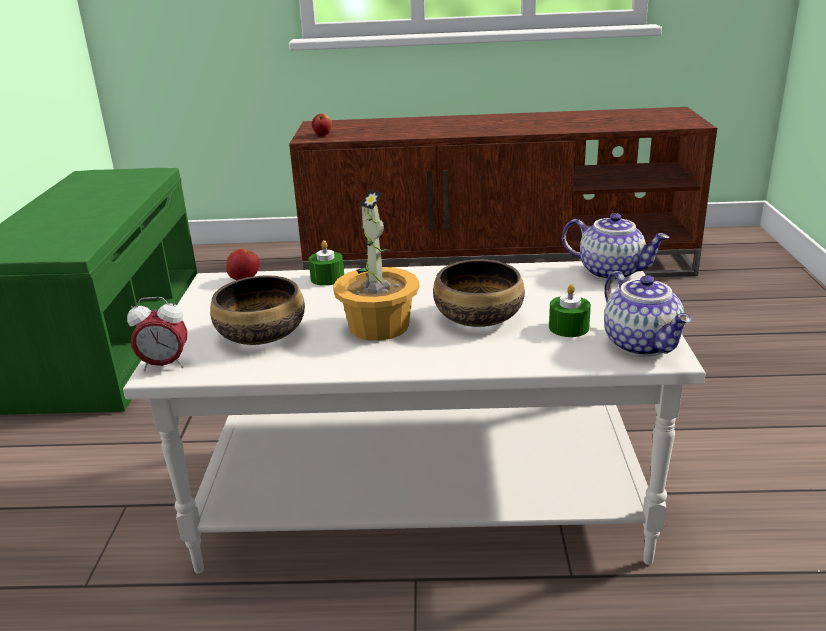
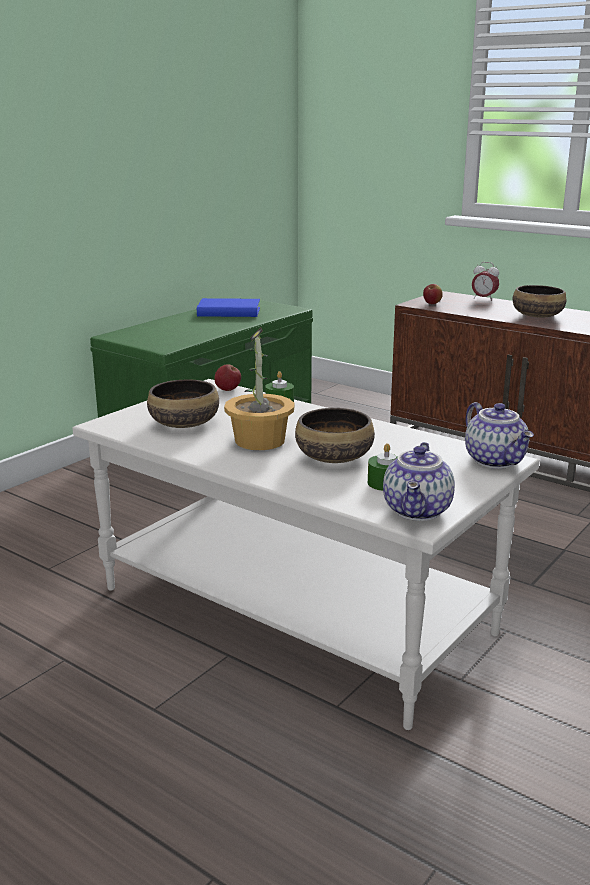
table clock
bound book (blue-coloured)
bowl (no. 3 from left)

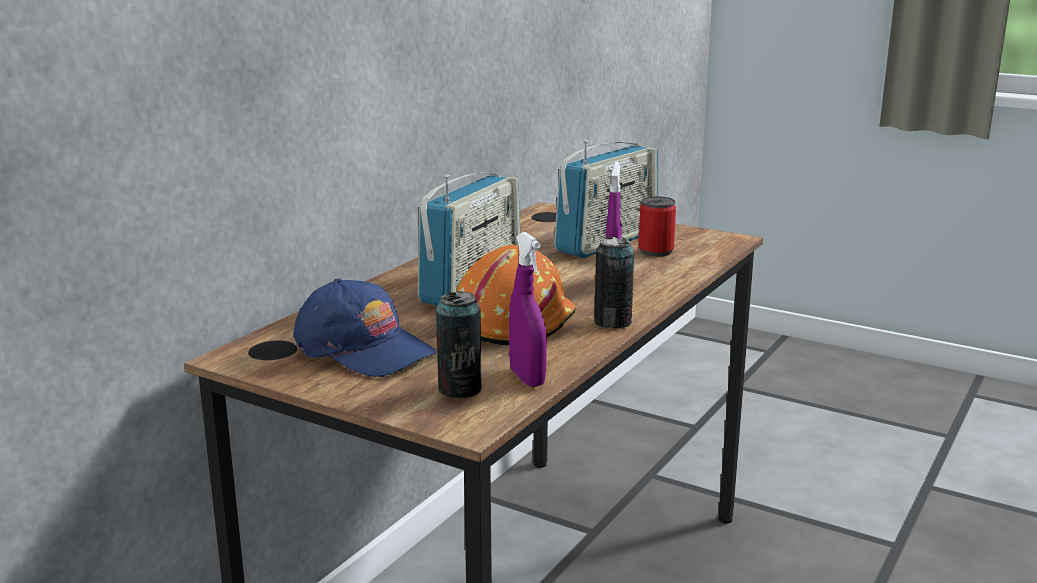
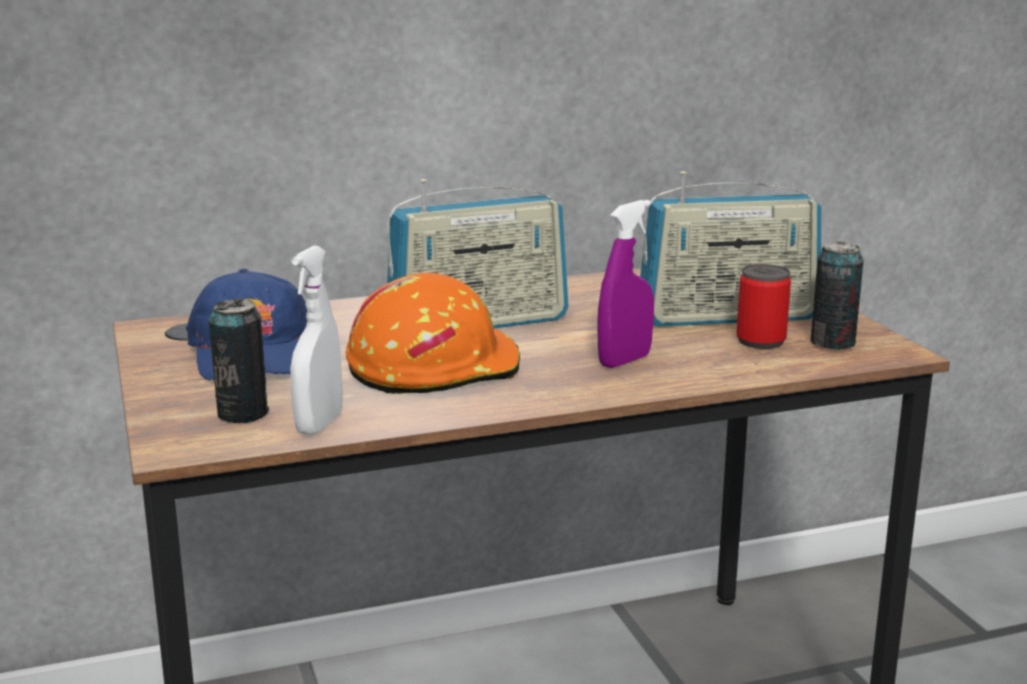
sprayer (white)
metal can (no. 3 from left)

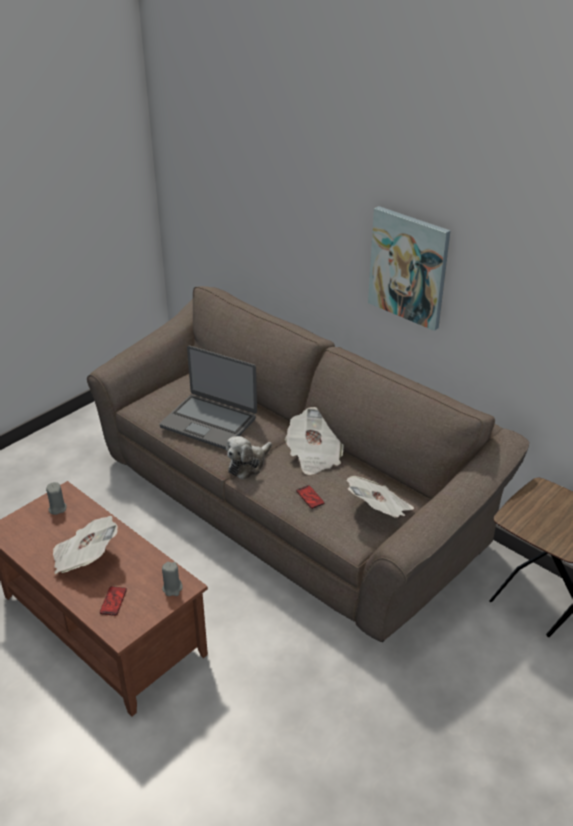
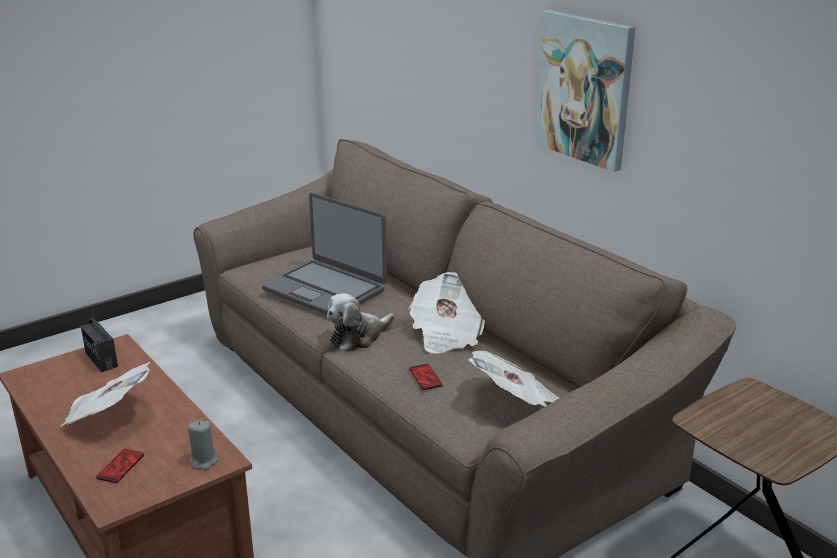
radio receiver

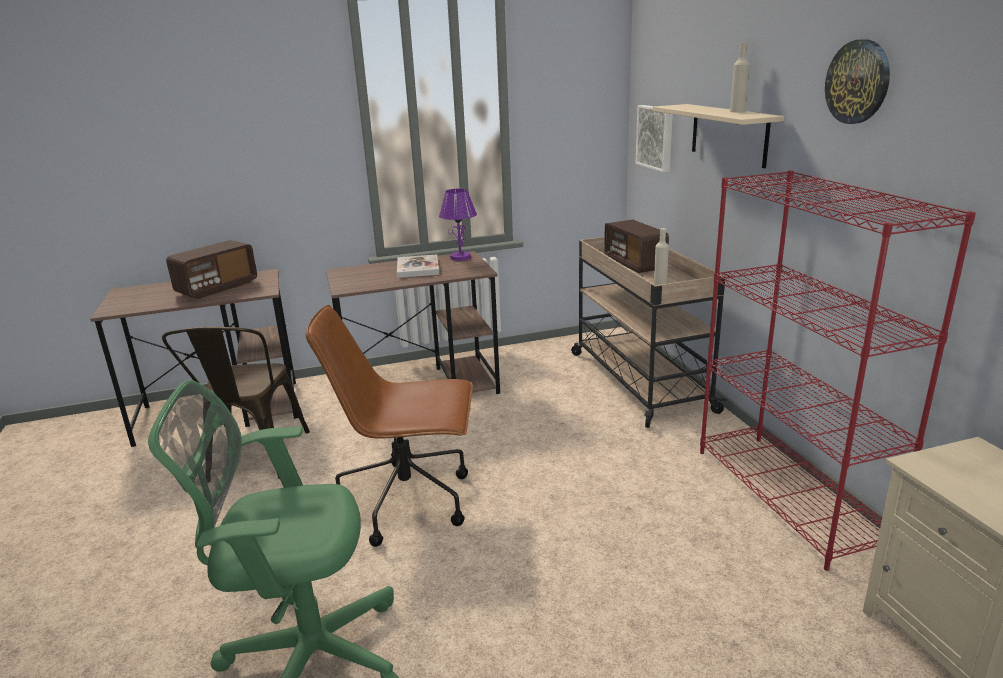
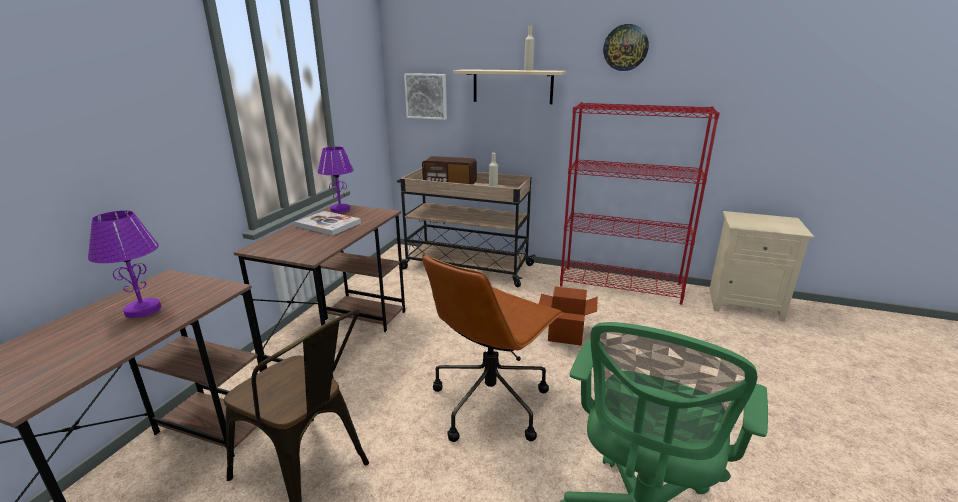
lamp for a table (purple-coloured) (no. 1 from left)
cardboard box

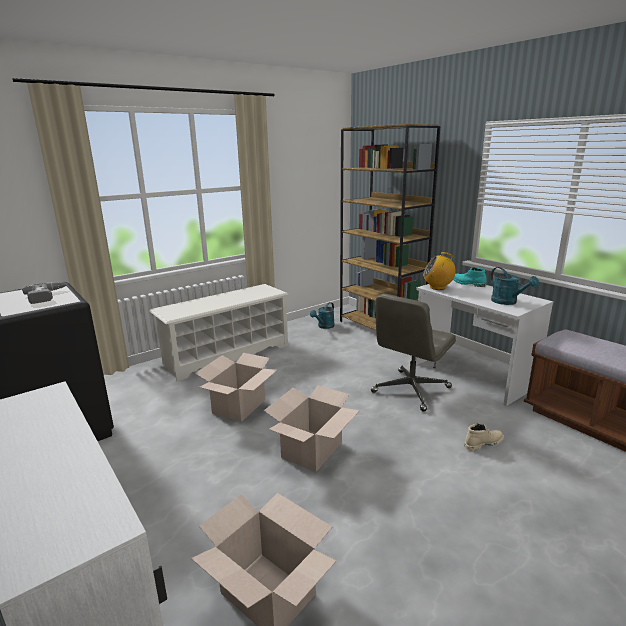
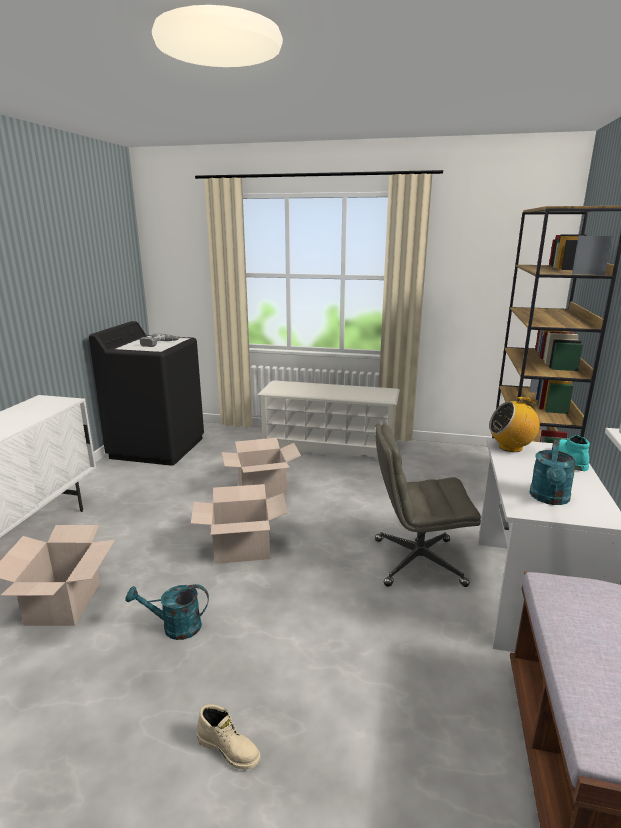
watering pot (turquoise) (no. 1 from left)
radio receiver
boot (beige-coloured)

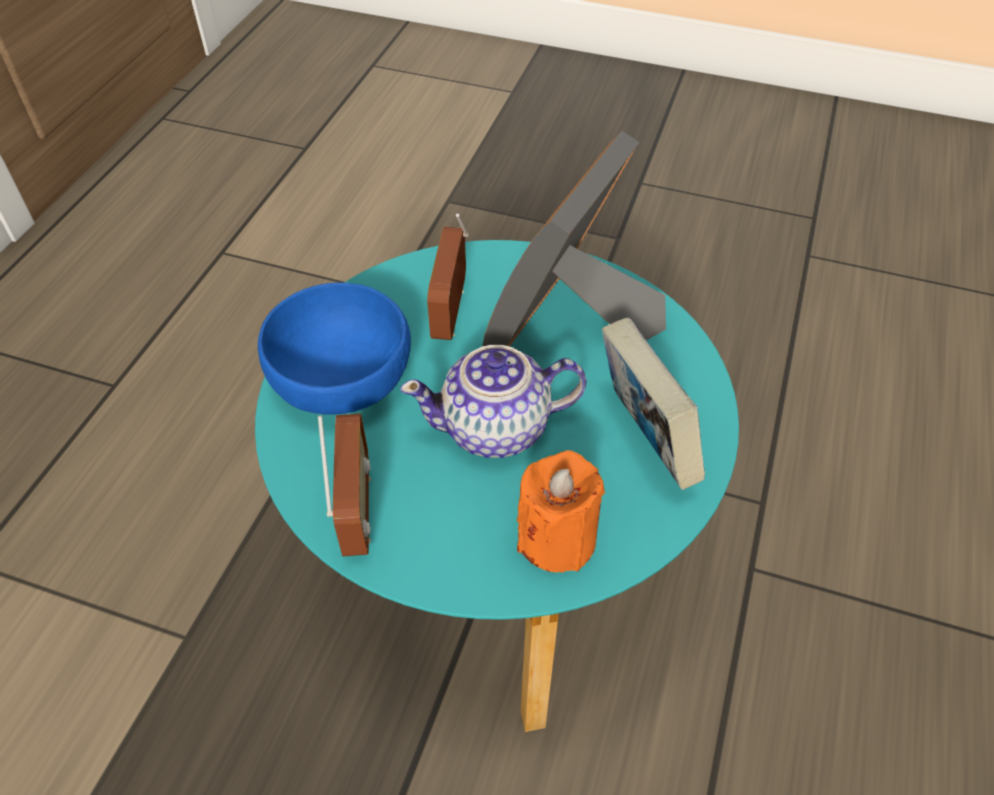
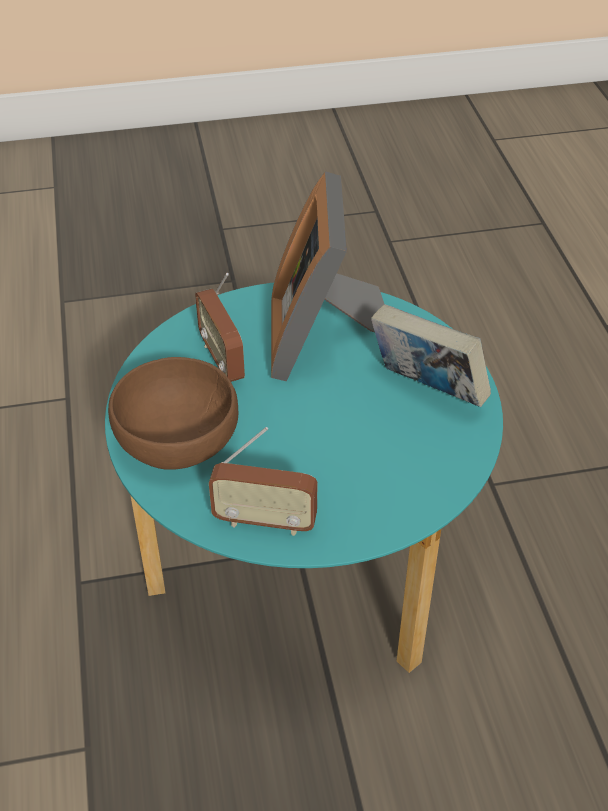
bowl (brownish)
radio receiver (no. 2 from left)
pot for tea
wax candle (orangey)

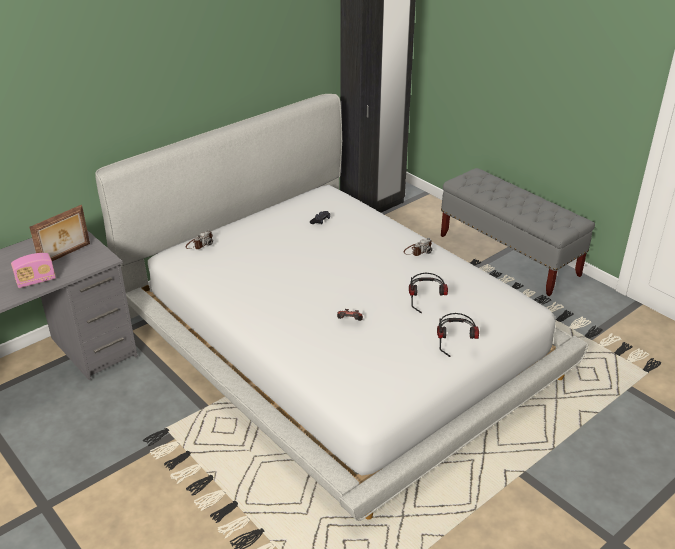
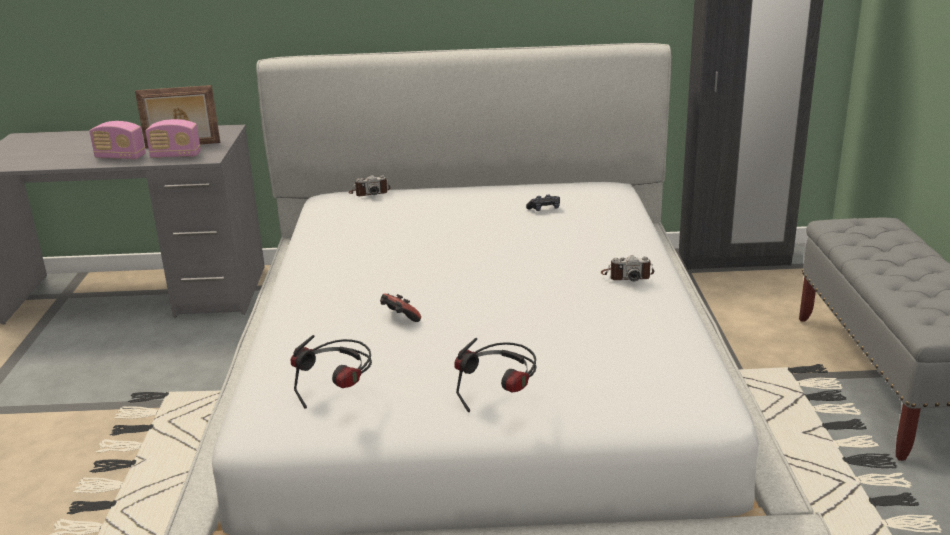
pair of headphones (no. 1 from left)
radio receiver (no. 2 from left)

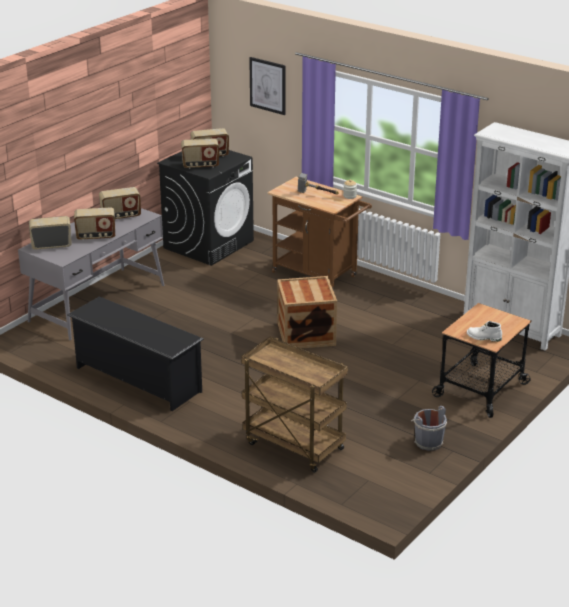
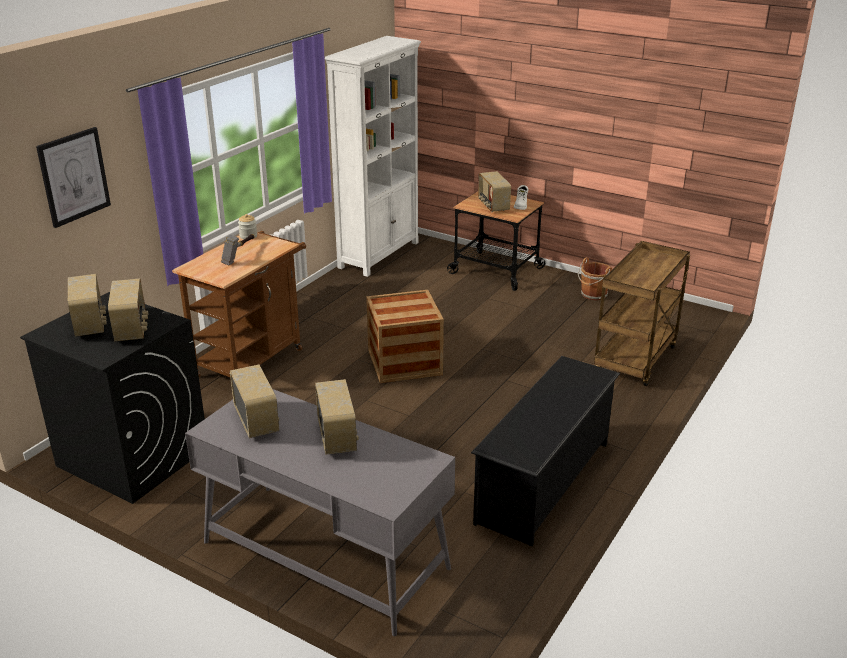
radio receiver (no. 5 from left)
water bucket (brownish)

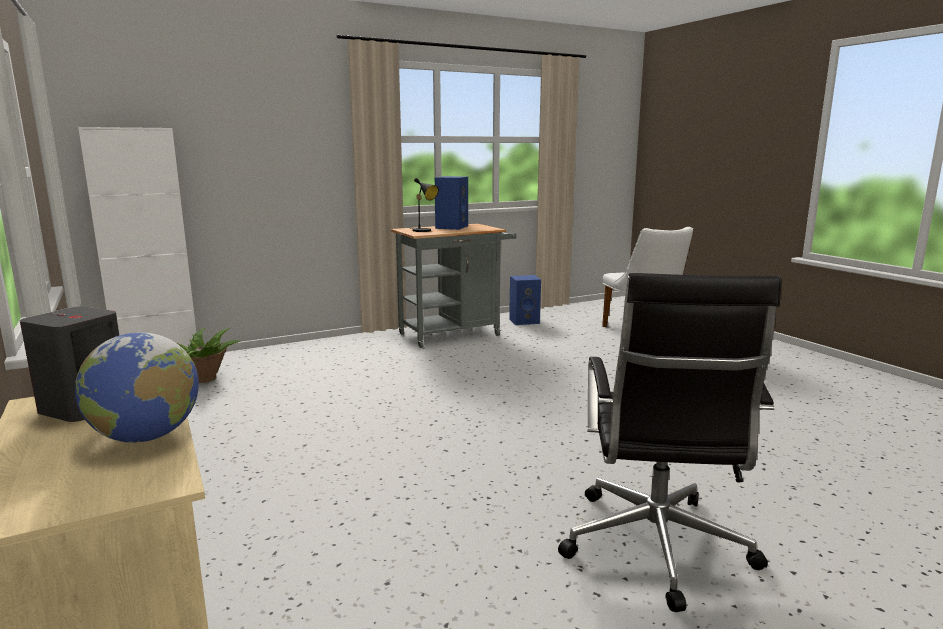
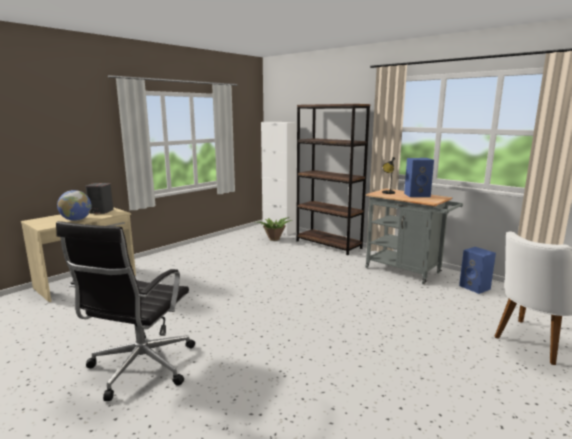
desk chair (black)
bookcase (brownish)

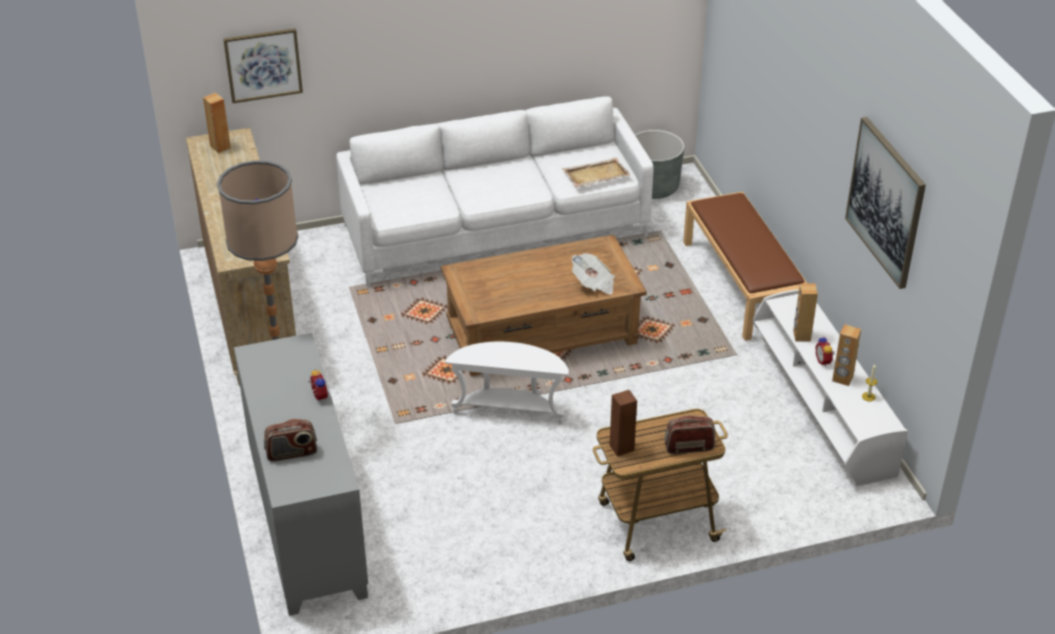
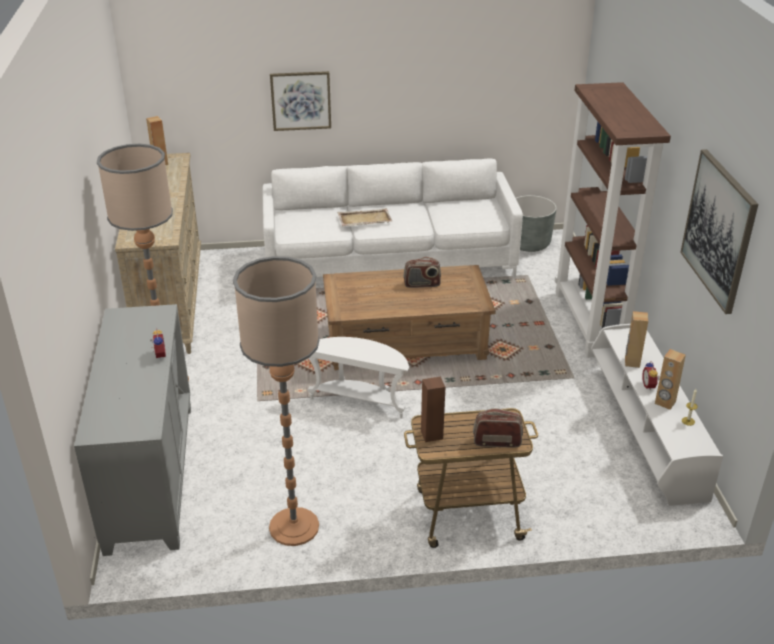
wall art (no. 1 from left)
radio receiver (no. 1 from left)
carrying tray (beige-coloured)
daily paper
bookcase (brownish)
standard lamp (no. 2 from left)

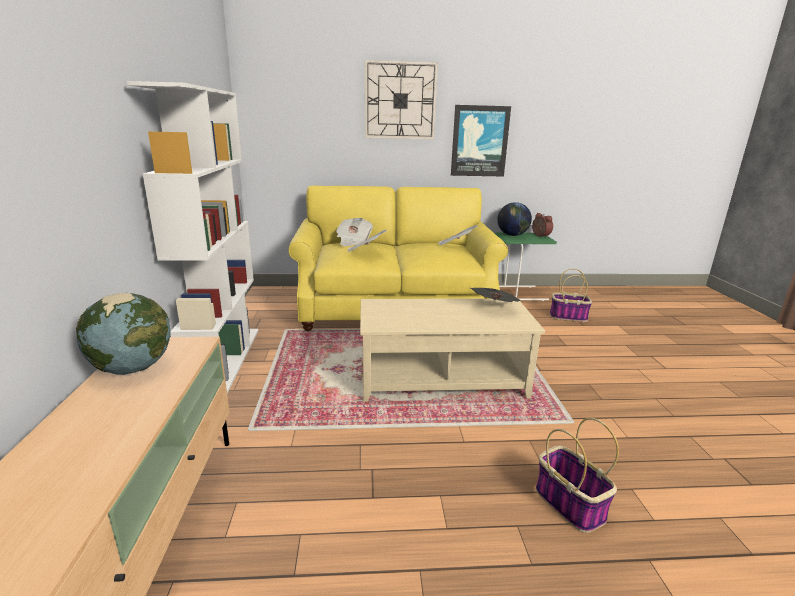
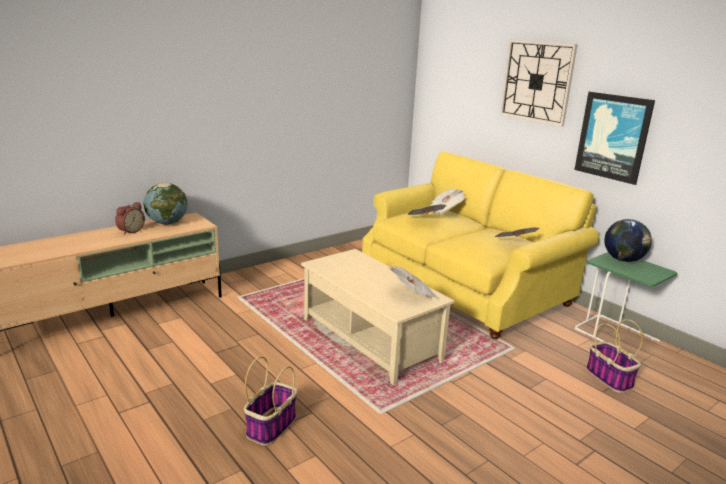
bookcase (white)
table clock

